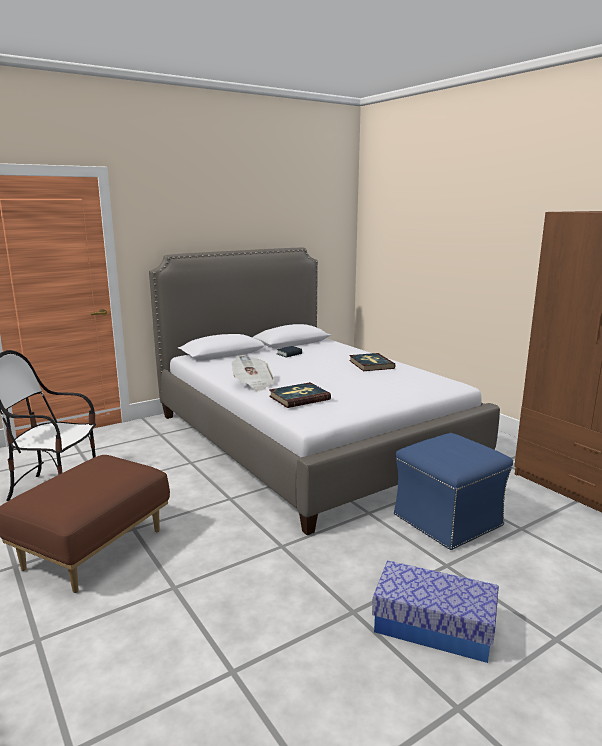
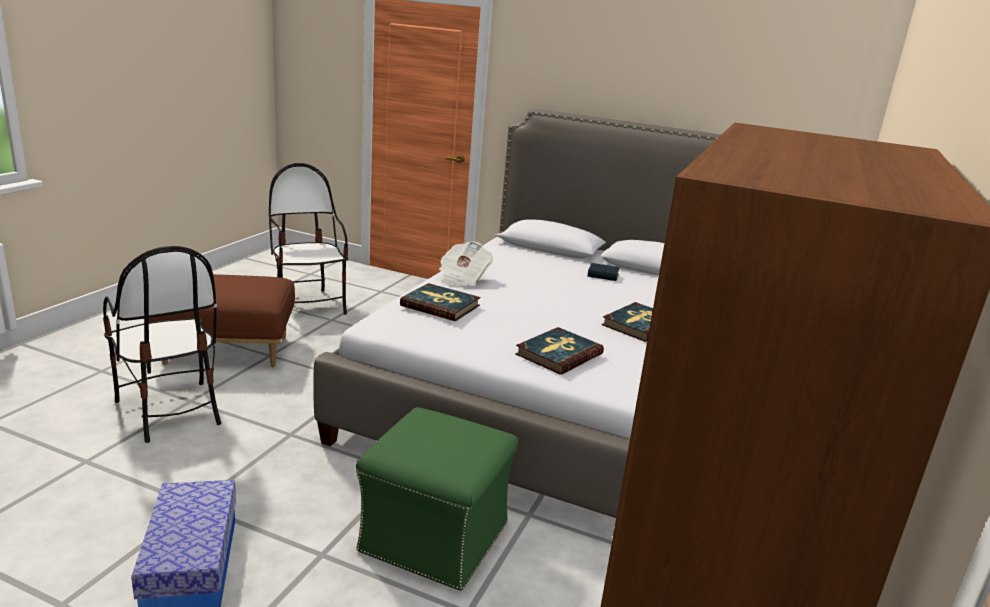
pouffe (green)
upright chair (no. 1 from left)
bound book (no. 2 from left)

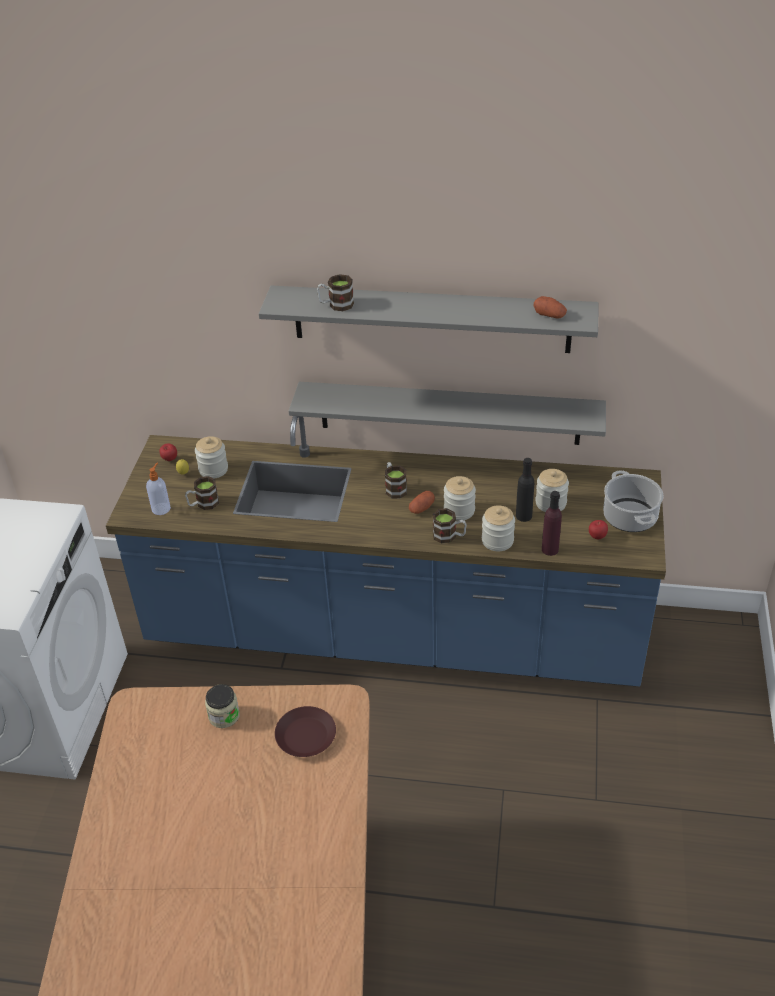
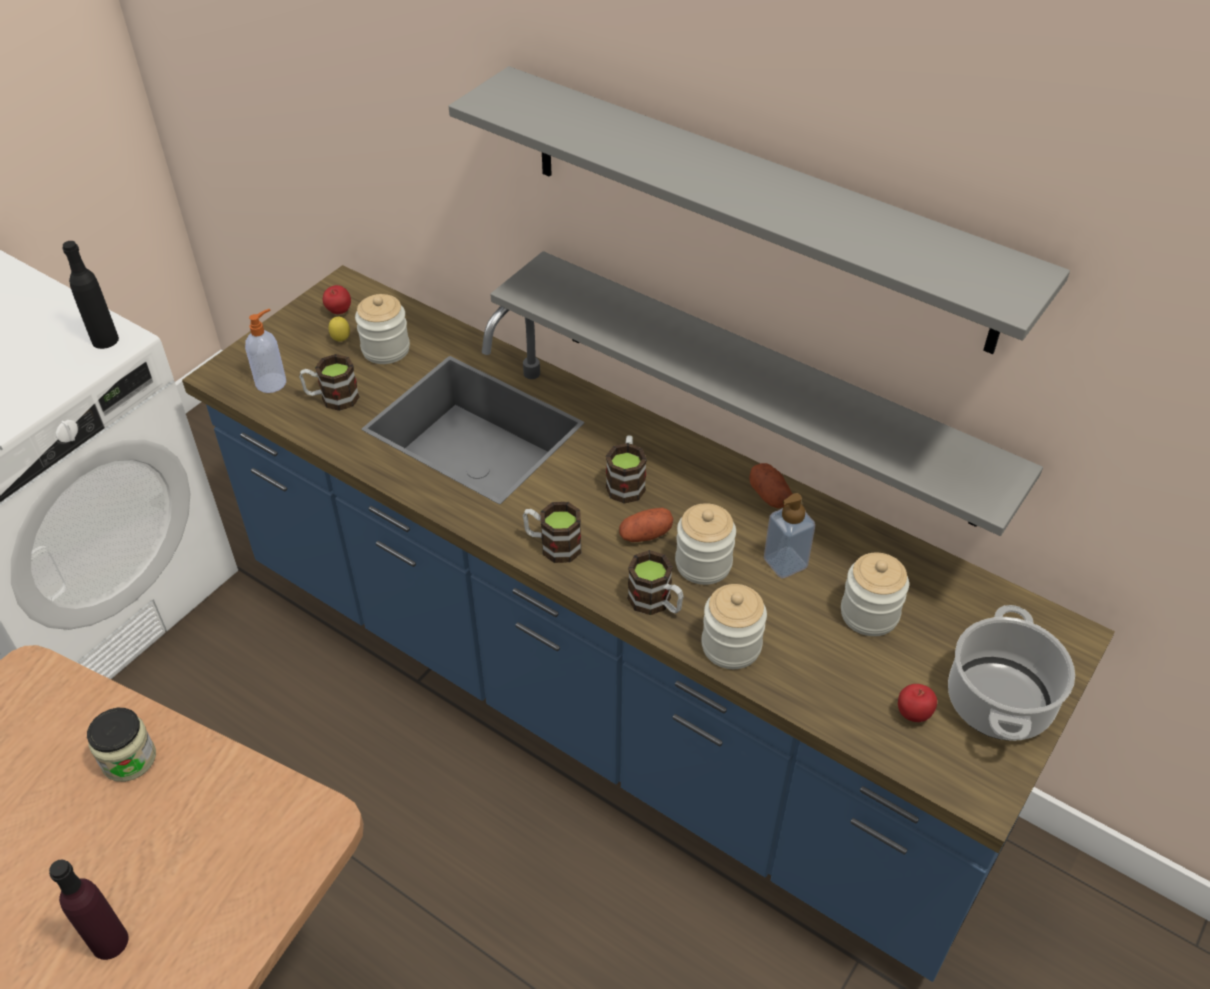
plate (brownish)
mug (no. 2 from left)
bottle (black)
potato (no. 2 from left)
bottle (purple-coloured)
soap bottle (no. 2 from left)

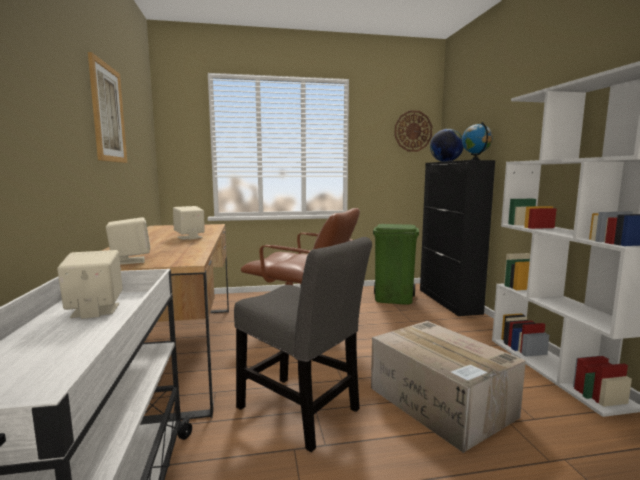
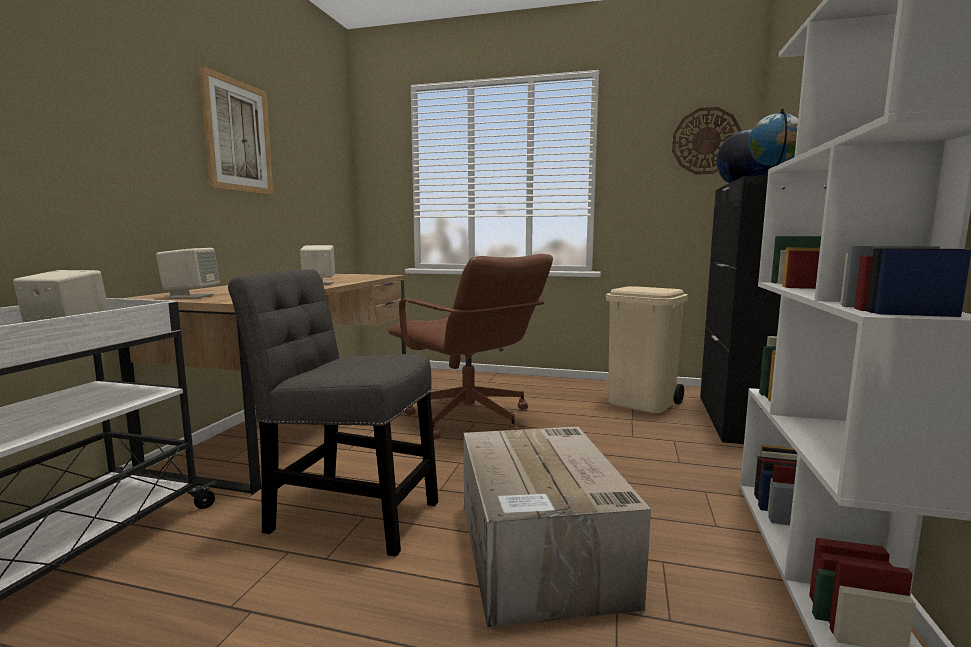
upright chair (greyish)
rubbish bin (beige-coloured)

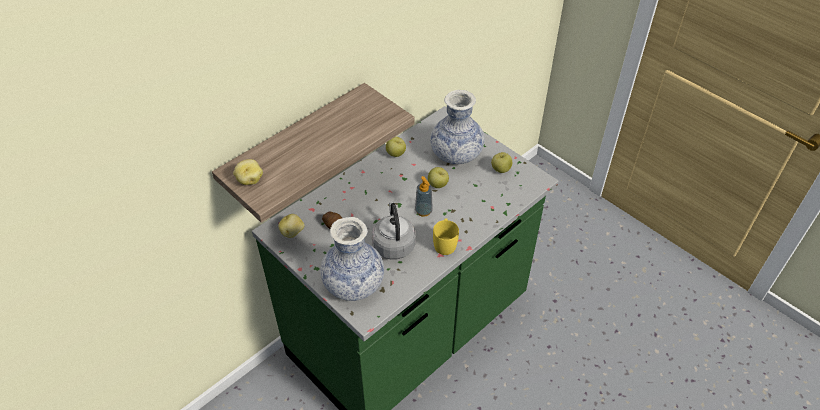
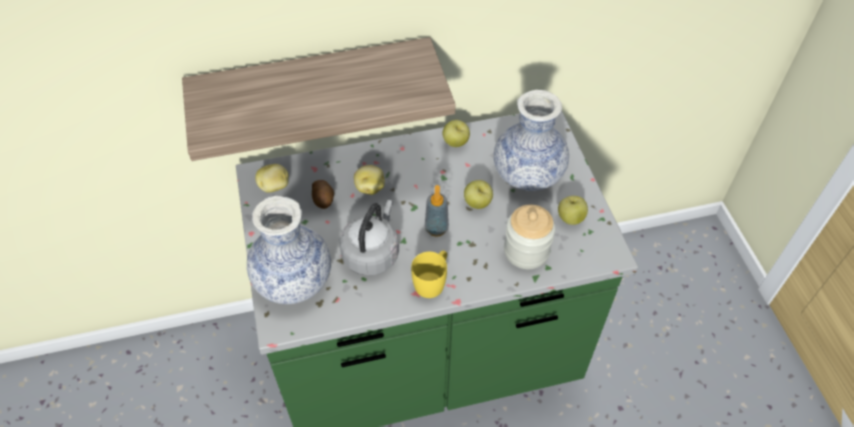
potato (no. 3 from left)
storage jar

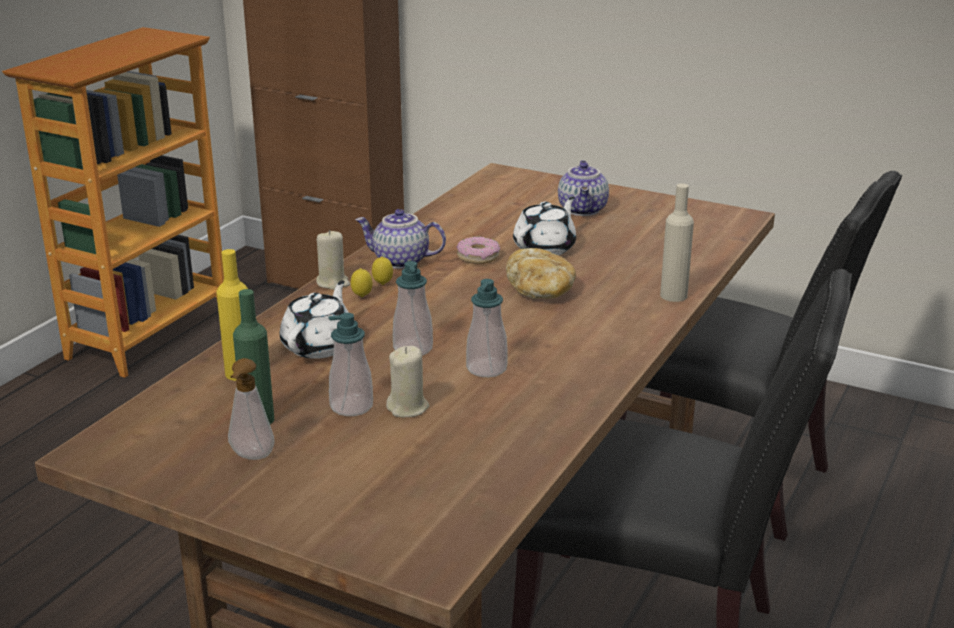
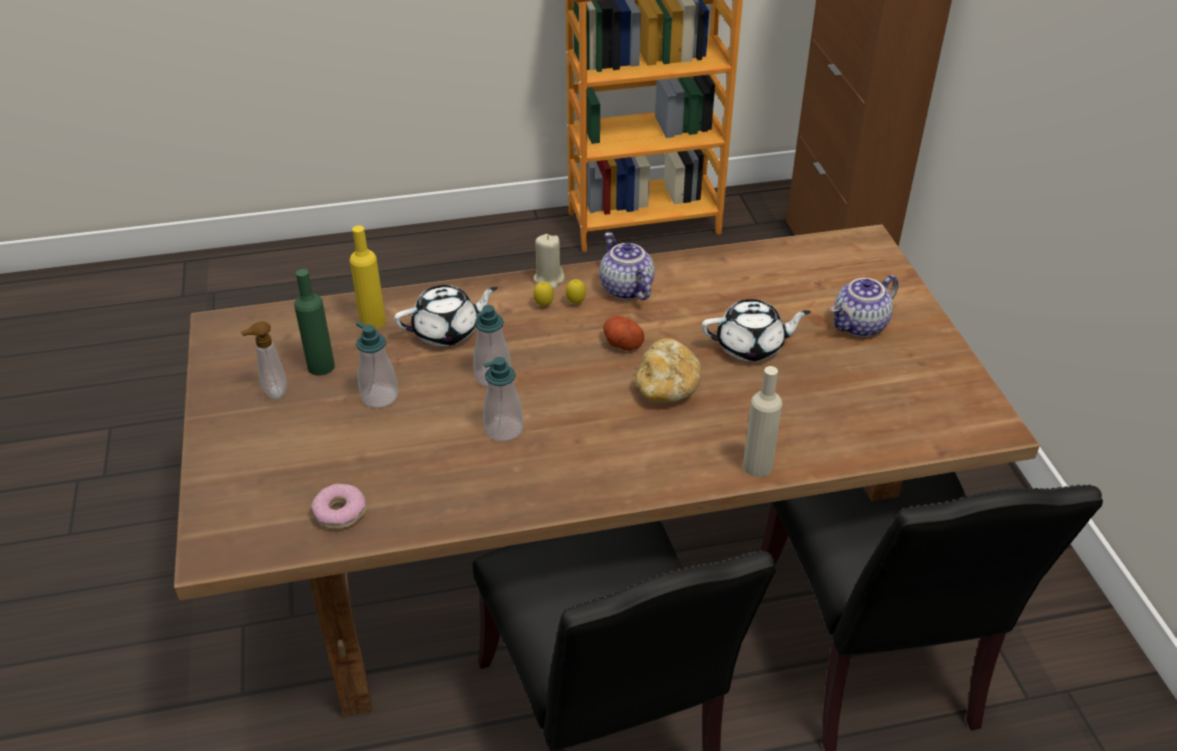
wax candle (beige-coloured) (no. 2 from left in the first image)
doughnut
potato

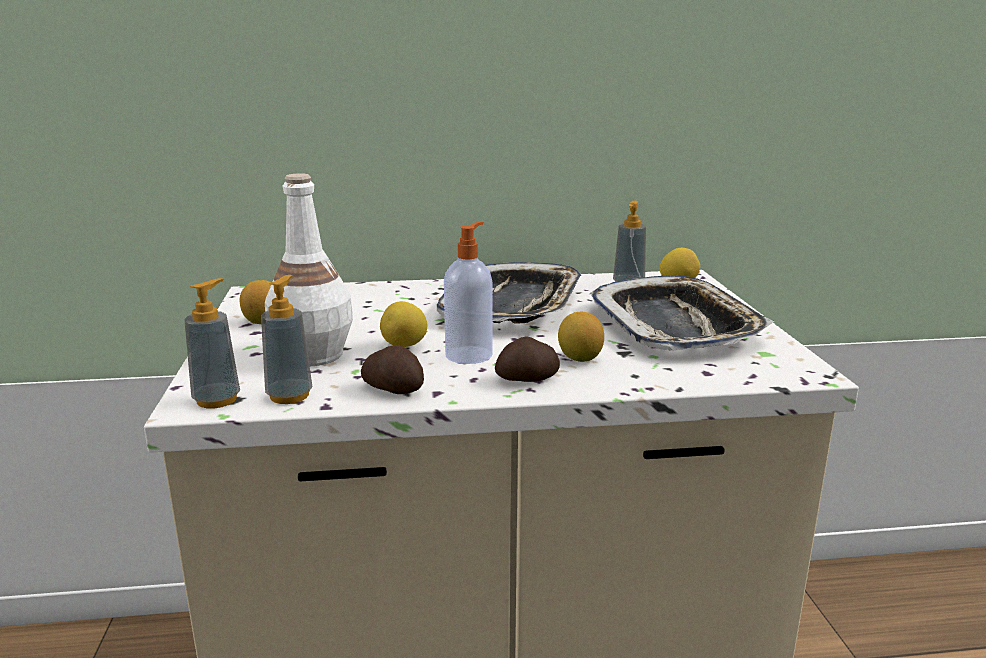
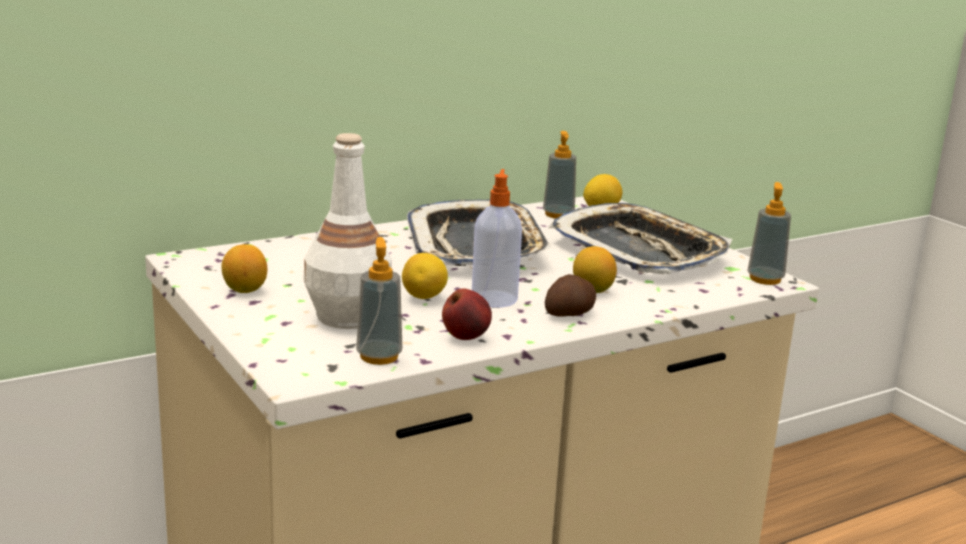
soap bottle (no. 4 from left)
apple

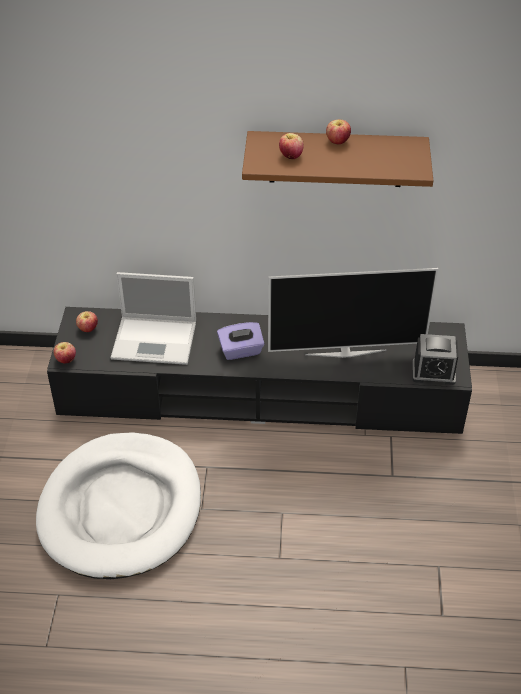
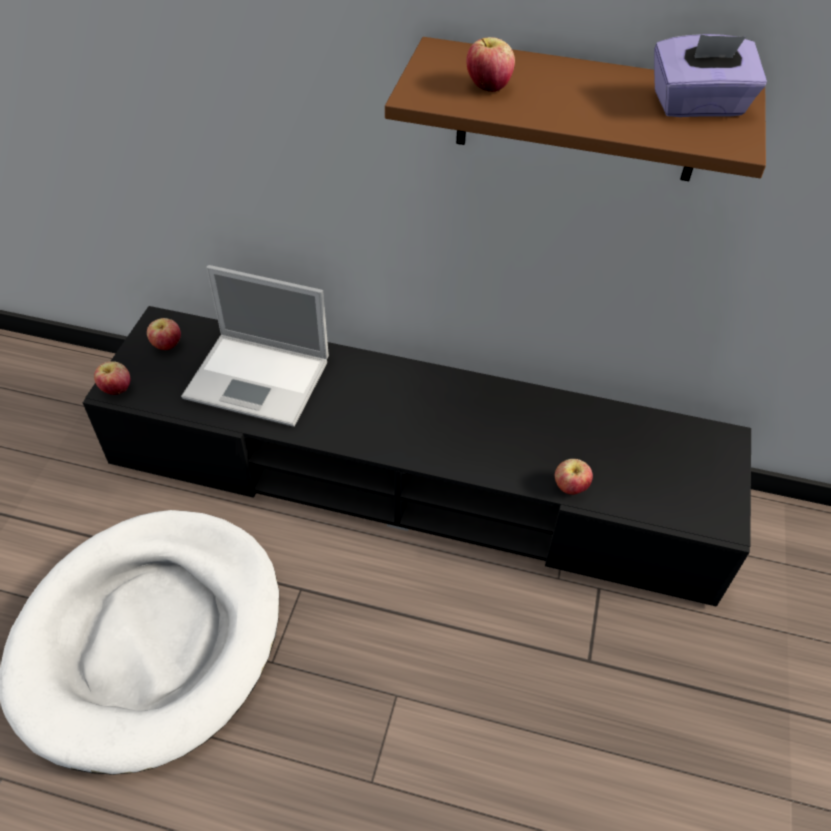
box of tissues (purple-coloured)
TV
apple (no. 4 from left)
table clock

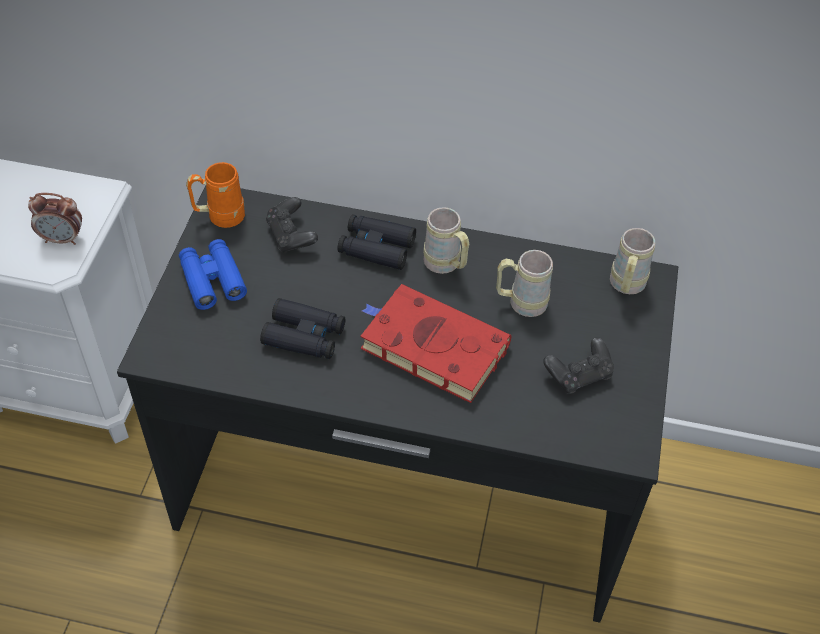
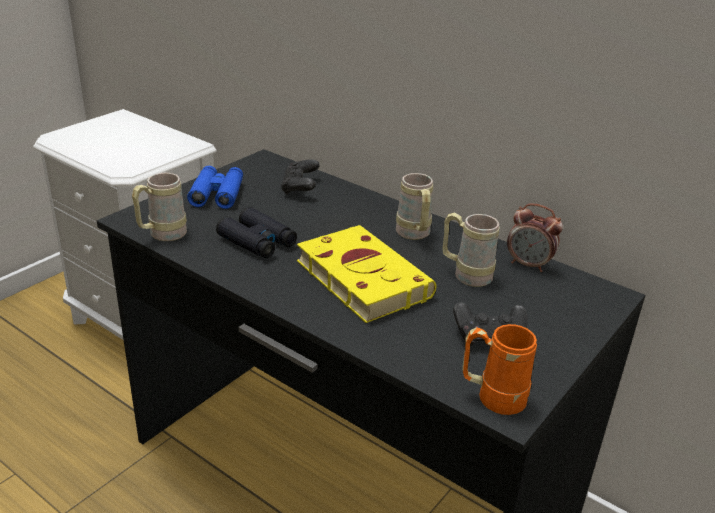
table clock
mug (orangey)
binoculars (black) (no. 2 from left in the first image)
bound book (yellow)
mug (beige-coloured) (no. 1 from left)

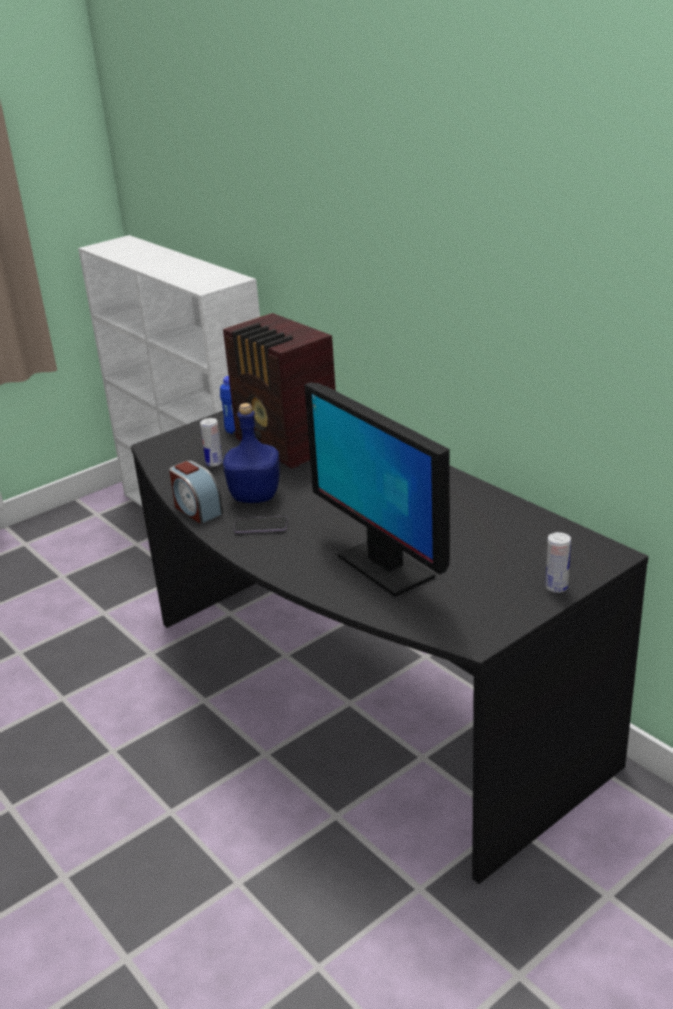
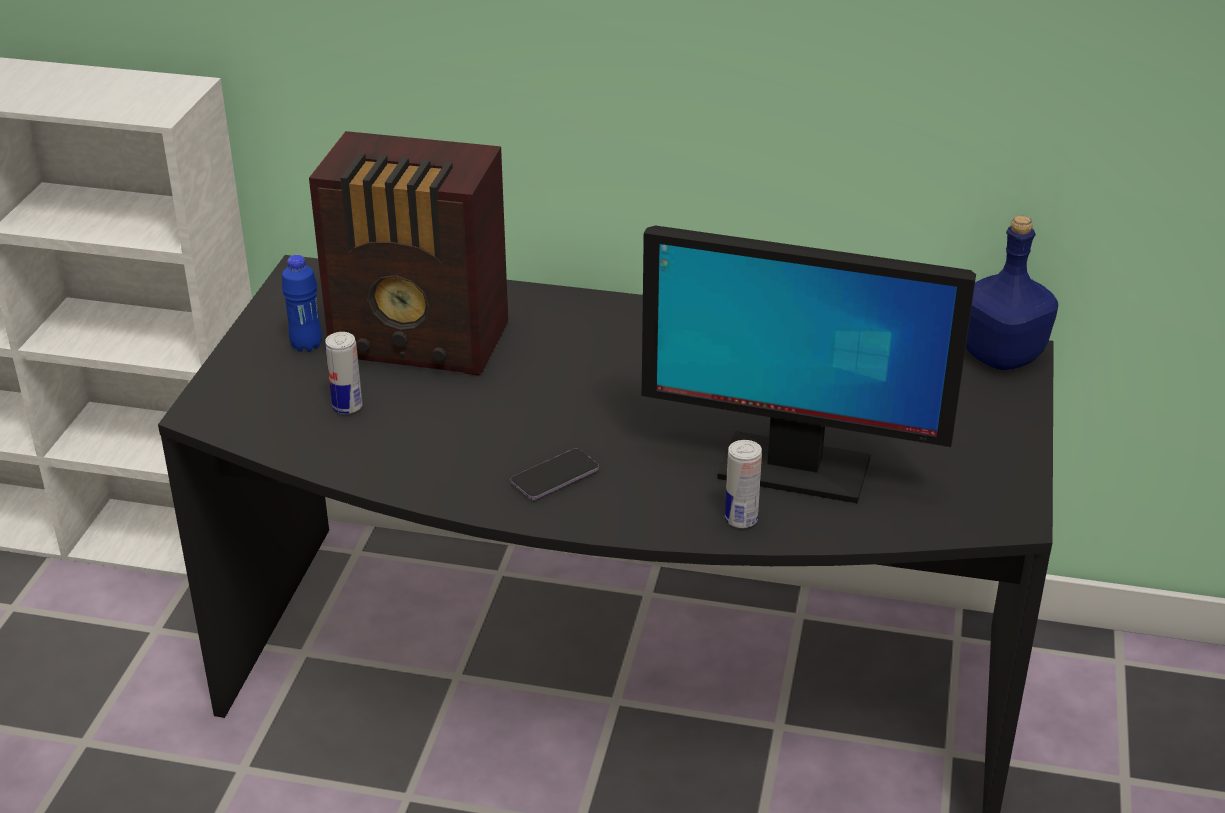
table clock
bottle (blue-coloured) (no. 2 from left)
metal can (no. 2 from left)

